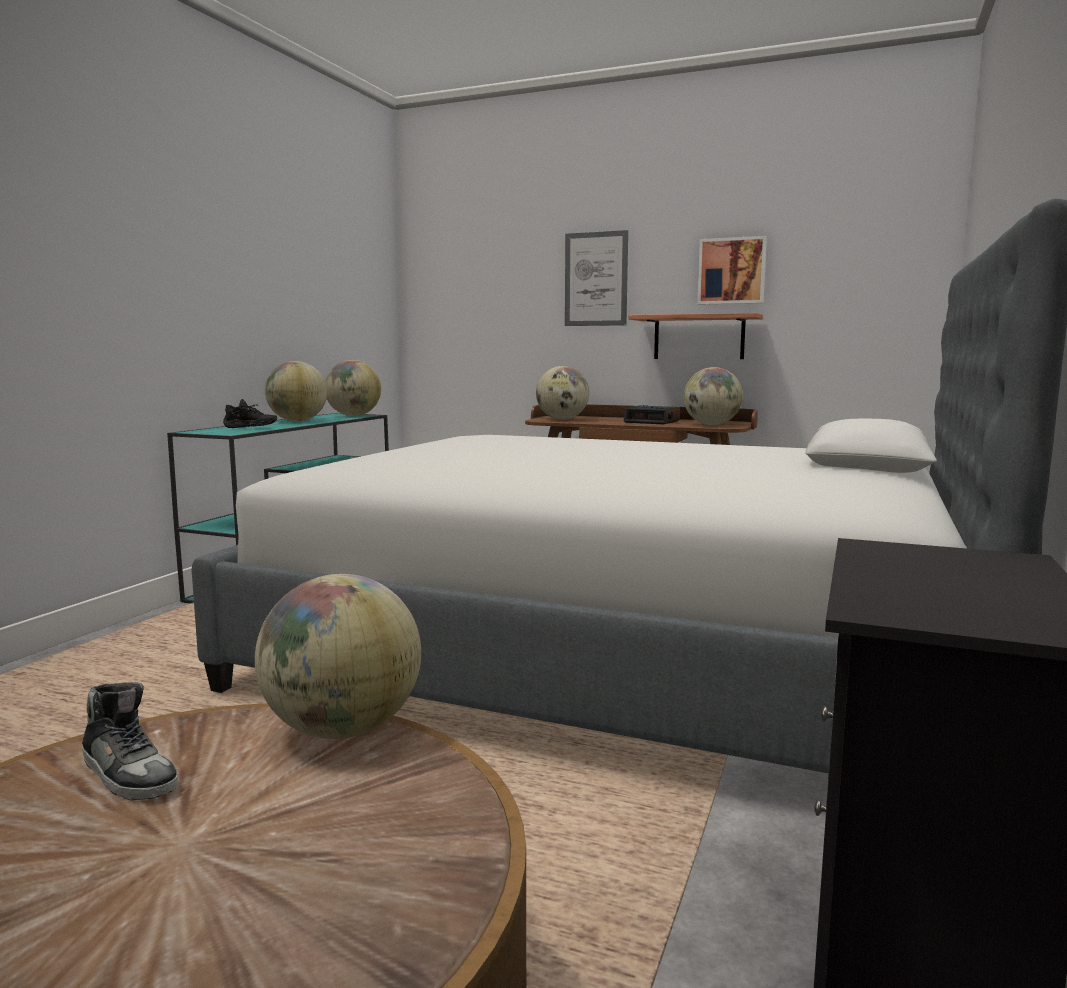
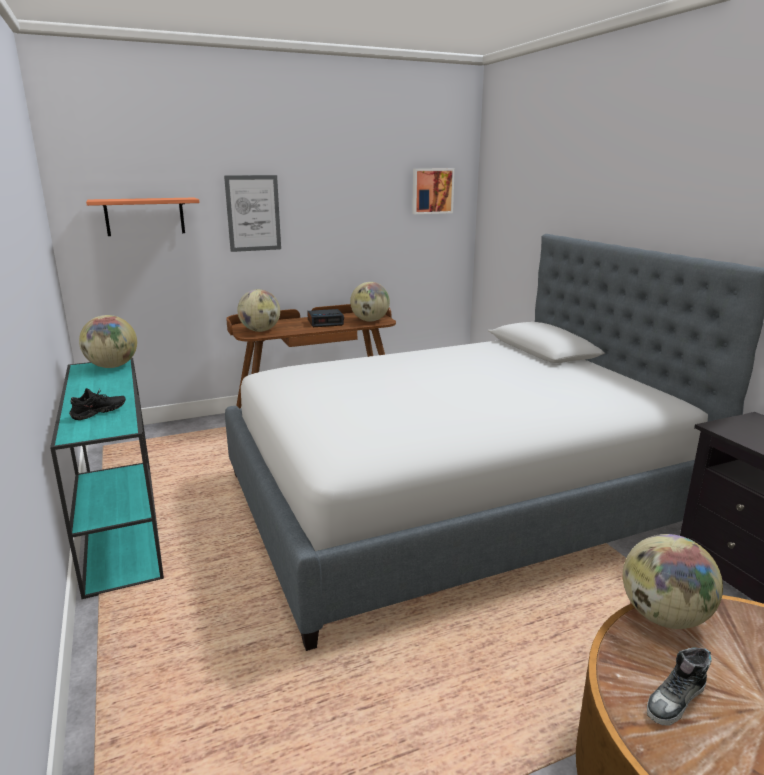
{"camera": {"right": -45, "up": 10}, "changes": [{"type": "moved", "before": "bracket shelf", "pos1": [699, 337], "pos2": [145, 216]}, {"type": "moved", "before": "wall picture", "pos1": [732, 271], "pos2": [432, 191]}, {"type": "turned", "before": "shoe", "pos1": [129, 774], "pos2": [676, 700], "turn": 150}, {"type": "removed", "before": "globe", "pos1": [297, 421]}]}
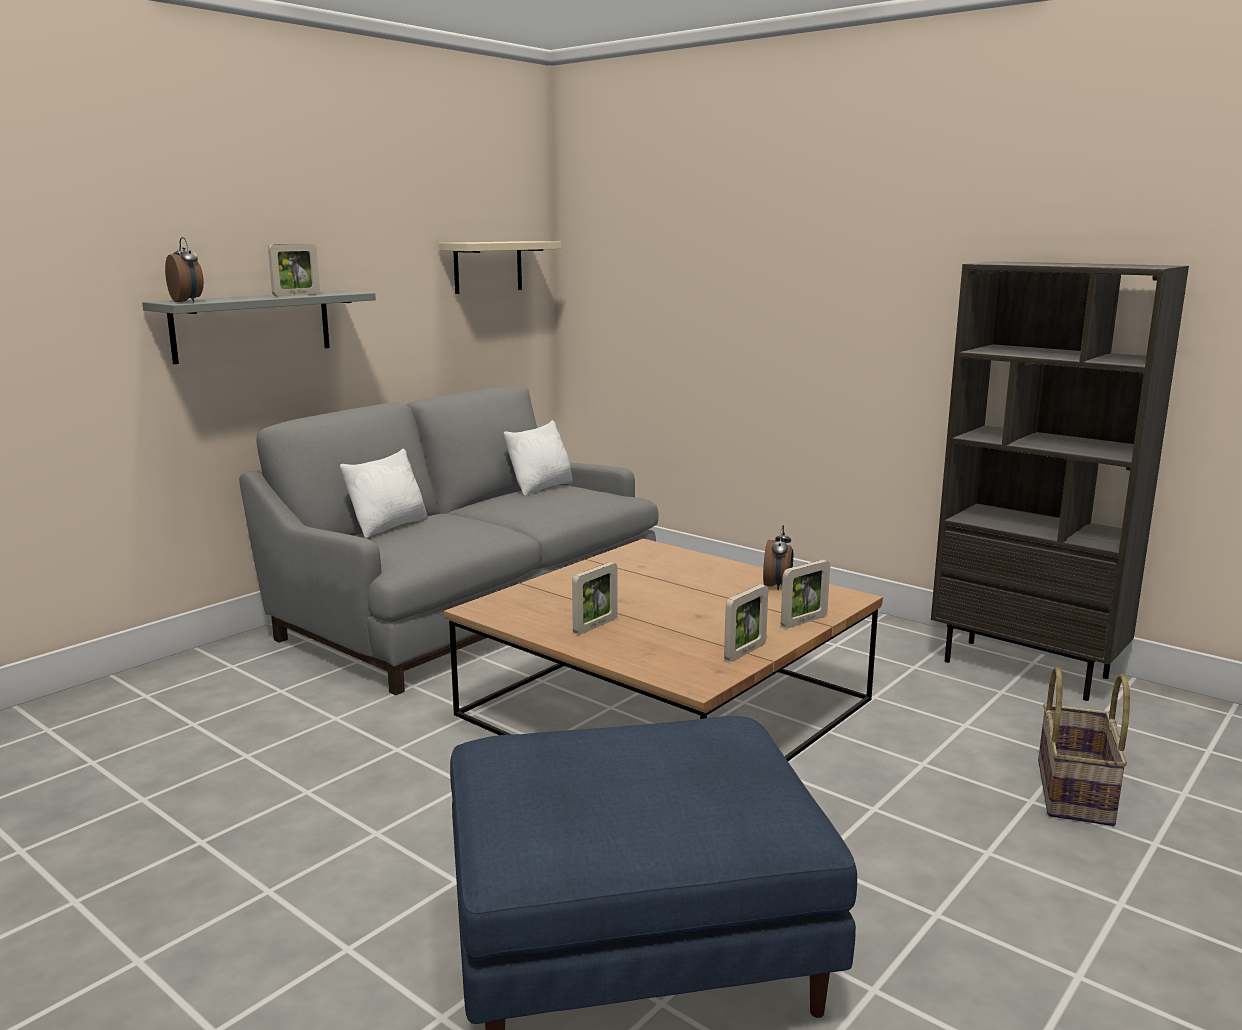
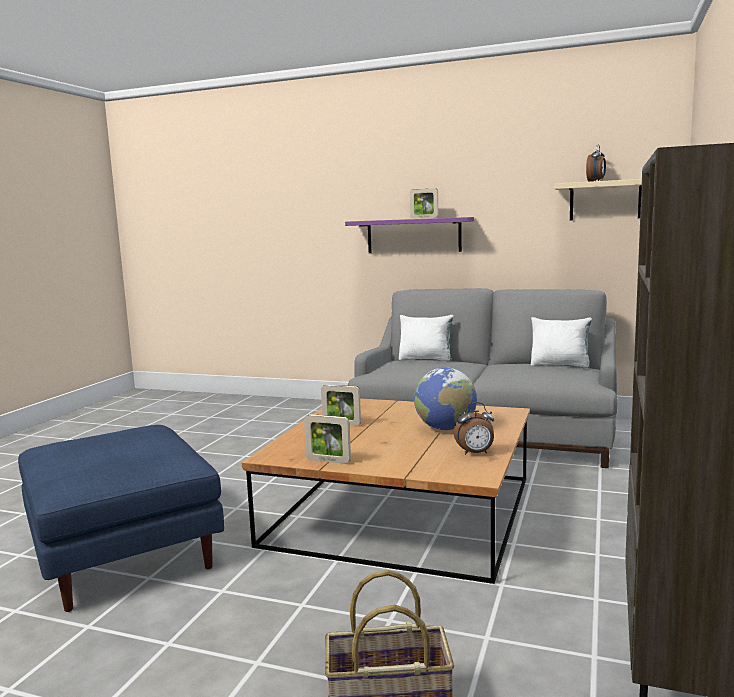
{"camera": {"right": 70, "up": -5}, "changes": [{"type": "recoloured", "before": "greyish bracket shelf", "after": "purple bracket shelf", "pos1": [252, 325], "pos2": [413, 235]}, {"type": "added", "after": "globe", "pos2": [445, 428]}, {"type": "moved", "before": "table clock", "pos1": [188, 301], "pos2": [596, 181]}, {"type": "removed", "before": "standing frame", "pos1": [804, 621]}]}
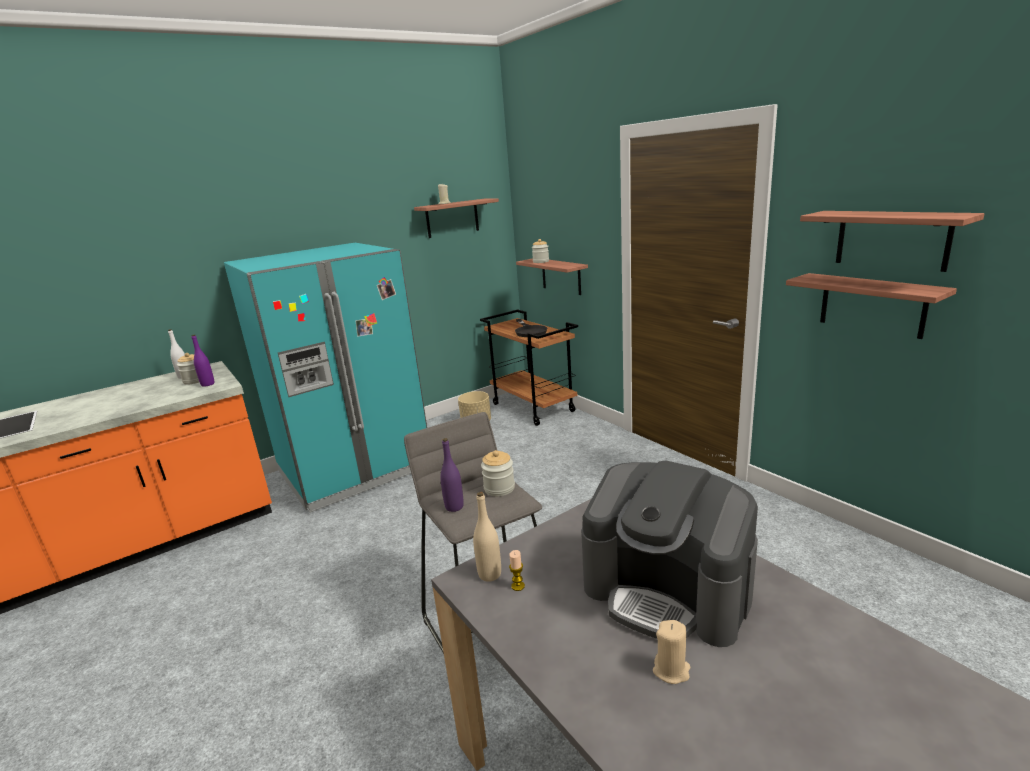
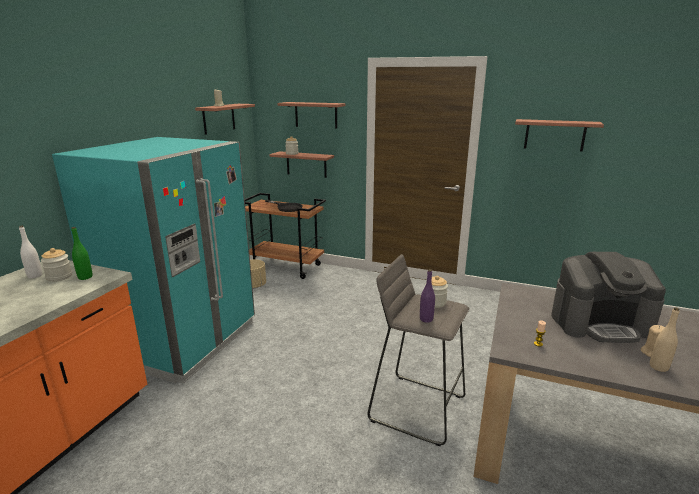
{"camera": {"right": -35, "up": 0}, "changes": [{"type": "recoloured", "before": "purple beverage bottle", "after": "green-coloured beverage bottle", "pos1": [208, 384], "pos2": [85, 277]}, {"type": "moved", "before": "bracket shelf", "pos1": [872, 305], "pos2": [316, 115]}, {"type": "moved", "before": "beige-coloured beverage bottle", "pos1": [489, 574], "pos2": [658, 367]}]}
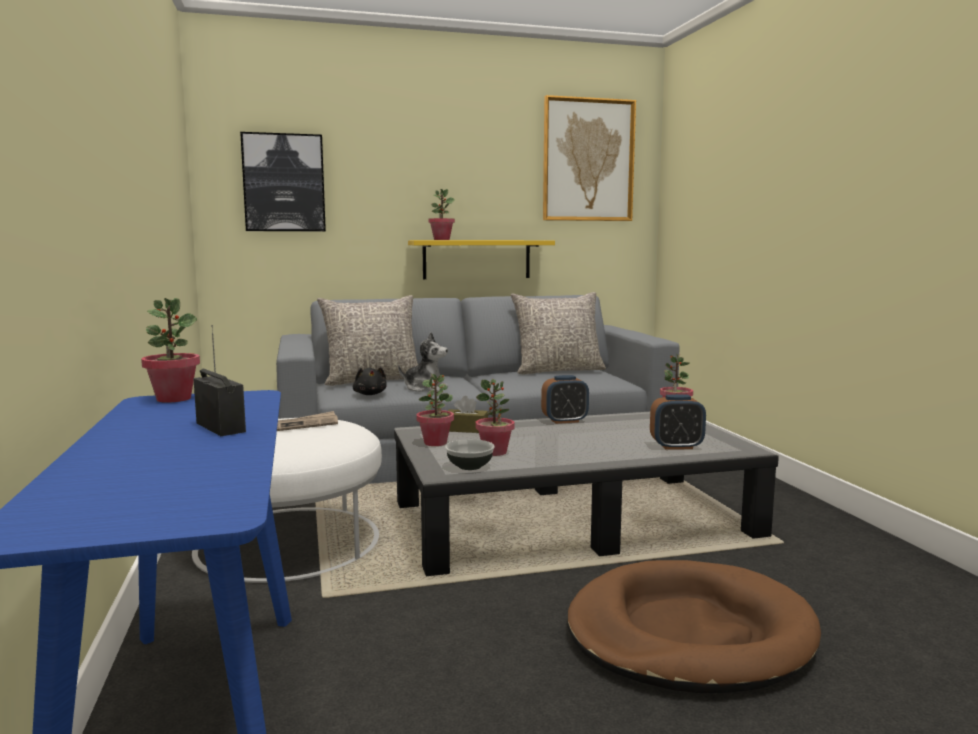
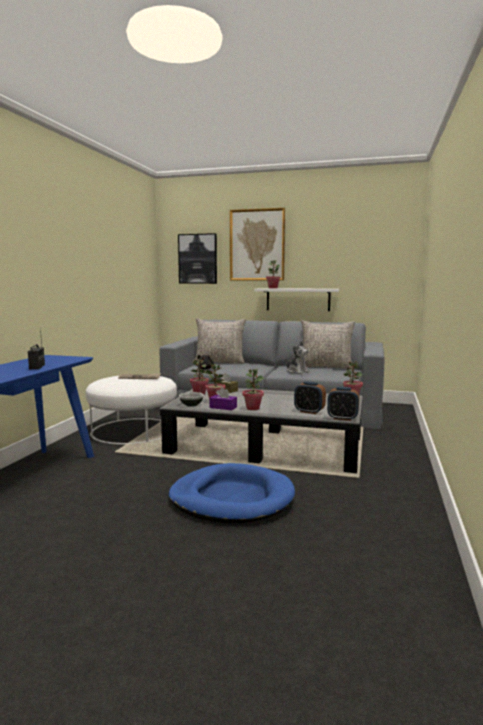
{"camera": {"right": 30, "up": 0}, "changes": [{"type": "recoloured", "before": "brown-coloured dog cushion", "after": "blue dog cushion", "pos1": [688, 633], "pos2": [232, 498]}, {"type": "added", "after": "purple box of tissues", "pos2": [223, 407]}, {"type": "moved", "before": "wall picture", "pos1": [588, 160], "pos2": [257, 245]}, {"type": "moved", "before": "houseplant", "pos1": [173, 399], "pos2": [253, 408]}, {"type": "recoloured", "before": "yellowish bracket shelf", "after": "white-coloured bracket shelf", "pos1": [476, 259], "pos2": [298, 299]}, {"type": "moved", "before": "soft toy", "pos1": [425, 388], "pos2": [297, 371]}, {"type": "moved", "before": "table clock", "pos1": [564, 421], "pos2": [342, 418]}]}
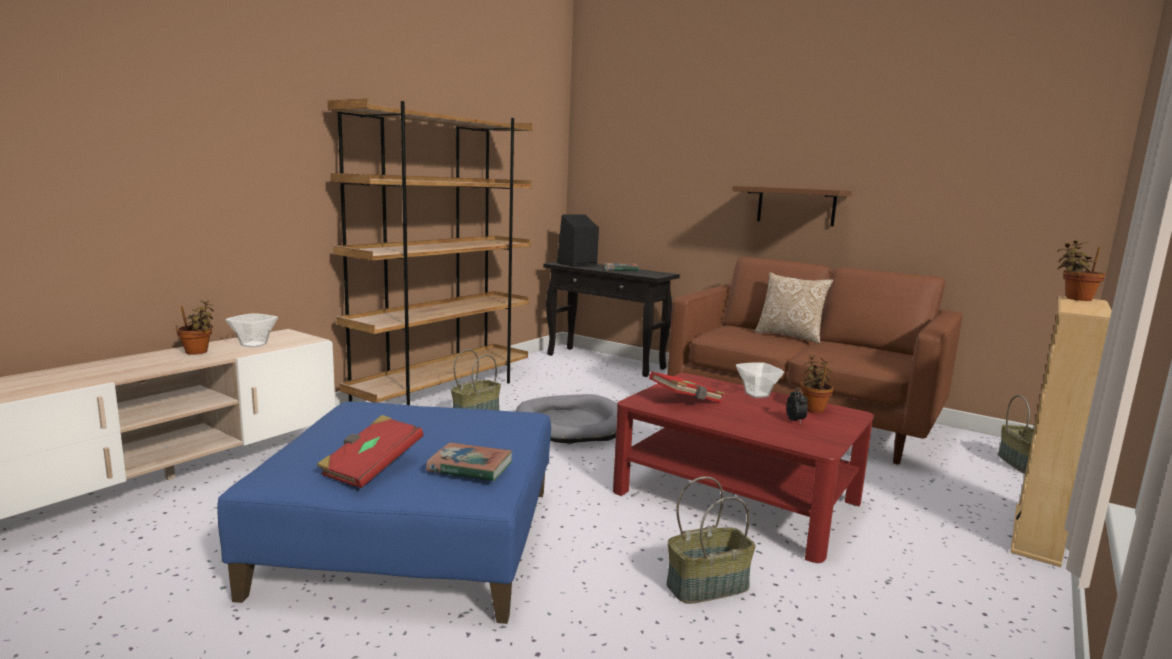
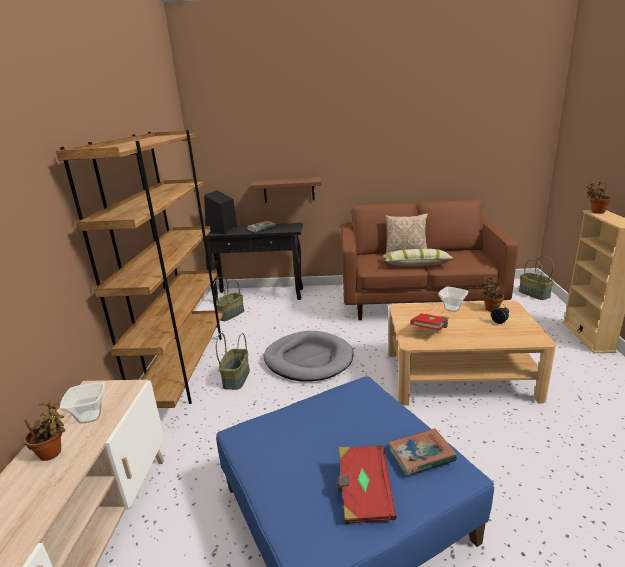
{"camera": {"right": -30, "up": 10}, "changes": [{"type": "moved", "before": "basket", "pos1": [707, 585], "pos2": [230, 314]}, {"type": "moved", "before": "brown-coloured bracket shelf", "pos1": [796, 206], "pos2": [288, 190]}, {"type": "added", "after": "throw pillow", "pos2": [417, 264]}, {"type": "recoloured", "before": "red lounge table", "after": "beige-coloured lounge table", "pos1": [736, 496], "pos2": [459, 375]}]}
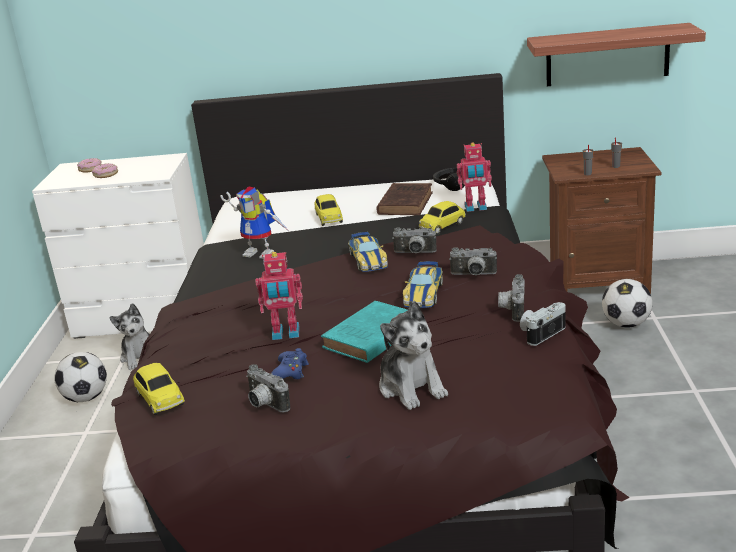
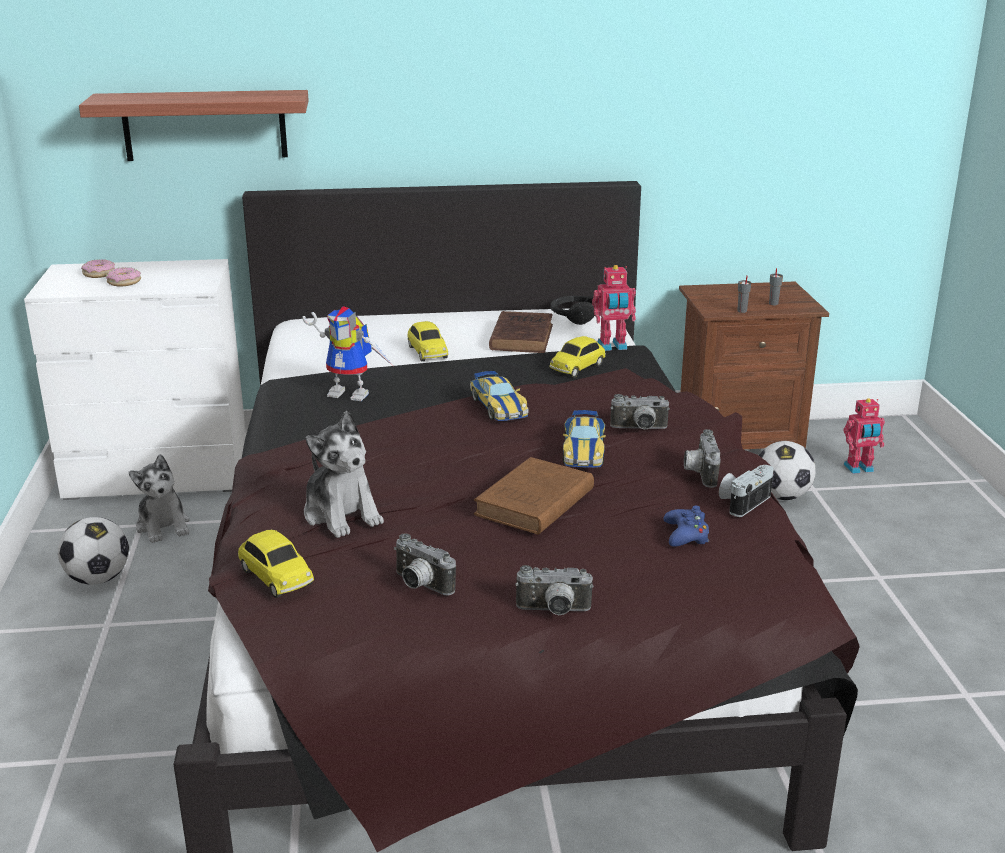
{"camera": {"right": -10, "up": 0}, "changes": [{"type": "moved", "before": "bracket shelf", "pos1": [607, 55], "pos2": [204, 125]}, {"type": "moved", "before": "soft toy", "pos1": [411, 387], "pos2": [342, 514]}, {"type": "recoloured", "before": "blue-green book", "after": "brown-coloured book", "pos1": [370, 338], "pos2": [533, 504]}, {"type": "moved", "before": "still camera", "pos1": [414, 253], "pos2": [553, 612]}, {"type": "moved", "before": "blue joypad", "pos1": [290, 372], "pos2": [686, 535]}, {"type": "moved", "before": "toy robot", "pos1": [286, 334], "pos2": [859, 469]}]}
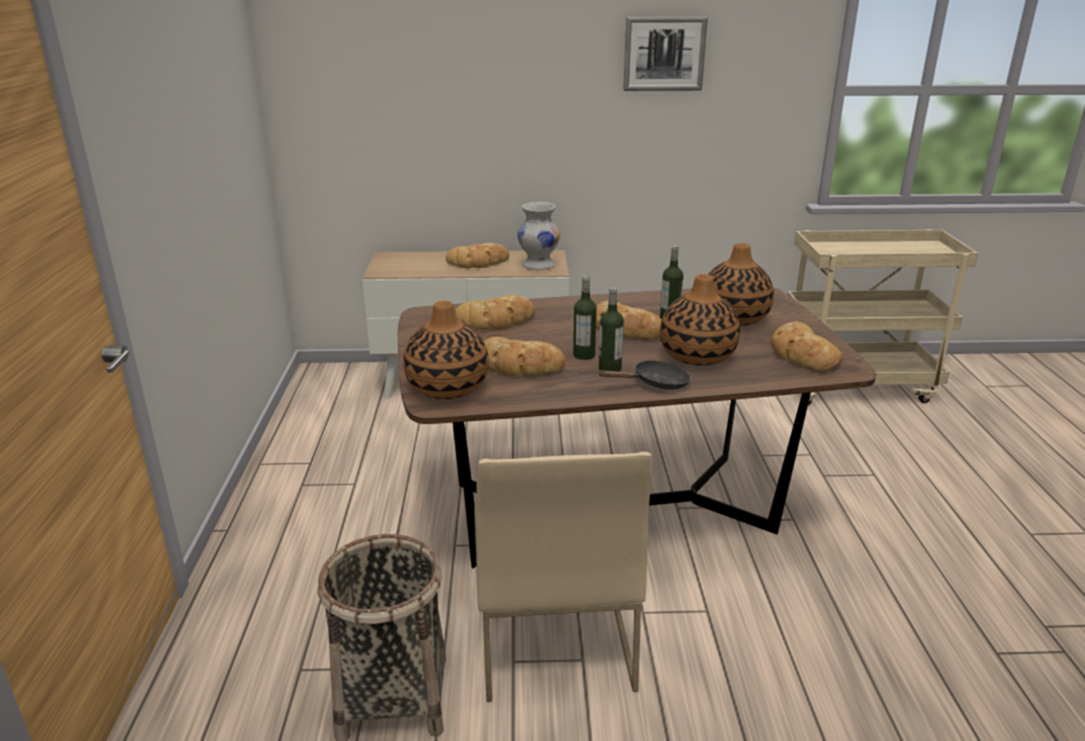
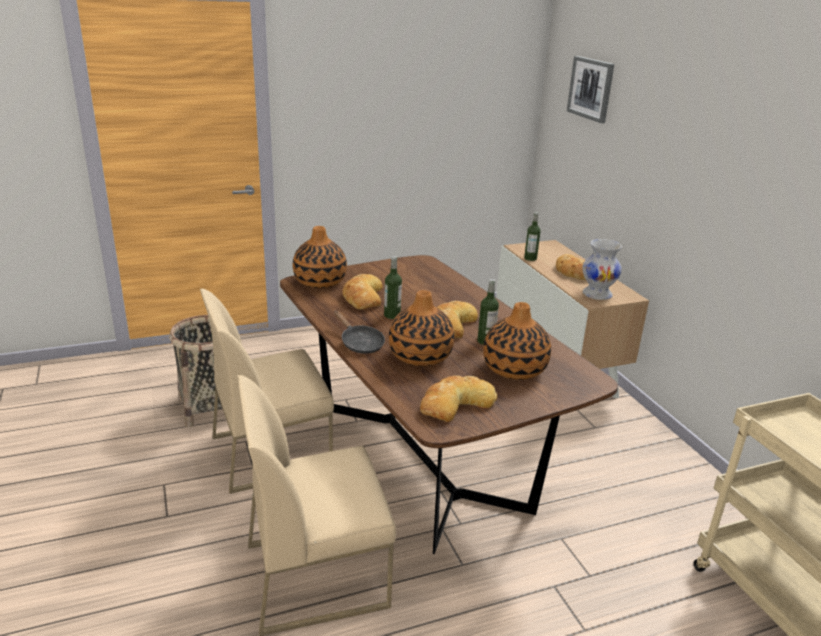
{"camera": {"right": 70, "up": 0}, "changes": [{"type": "added", "after": "beige-coloured plain chair", "pos2": [317, 574]}, {"type": "moved", "before": "beverage bottle", "pos1": [610, 369], "pos2": [530, 258]}, {"type": "moved", "before": "wall picture", "pos1": [664, 54], "pos2": [591, 88]}, {"type": "removed", "before": "baked bread", "pos1": [496, 320]}]}
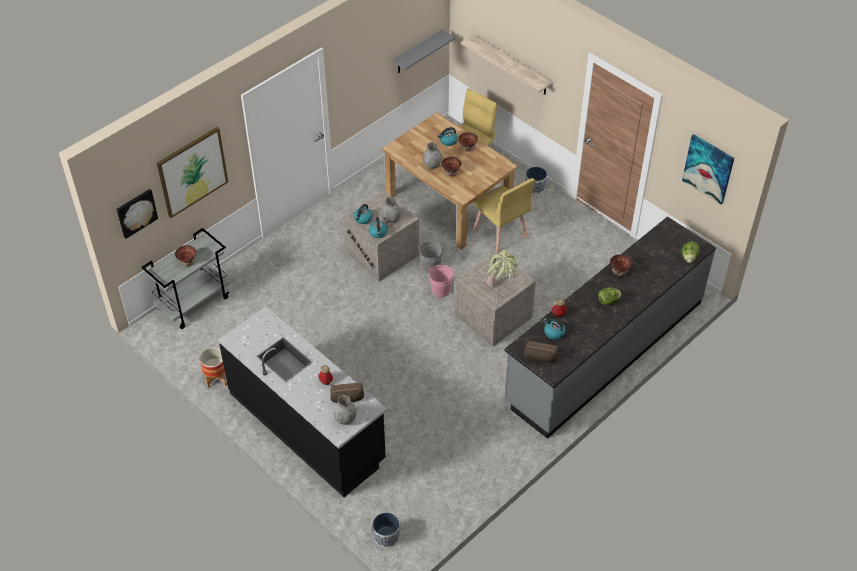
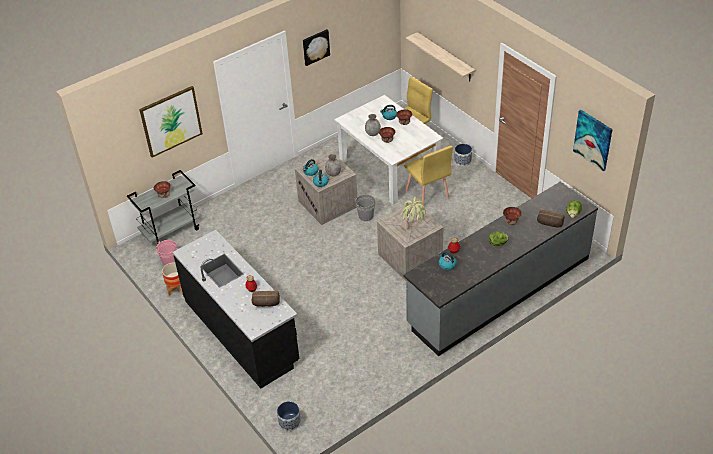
{"camera": {"right": 10, "up": -5}, "changes": [{"type": "moved", "before": "pink-coloured pail", "pos1": [440, 290], "pos2": [170, 261]}, {"type": "moved", "before": "wall picture", "pos1": [136, 212], "pos2": [315, 47]}, {"type": "recoloured", "before": "brown-coloured dinner table", "after": "white-coloured dinner table", "pos1": [449, 203], "pos2": [389, 169]}, {"type": "moved", "before": "baked bread", "pos1": [540, 358], "pos2": [549, 224]}, {"type": "removed", "before": "greyish vase", "pos1": [345, 419]}, {"type": "removed", "before": "greyish bracket shelf", "pos1": [417, 52]}]}
